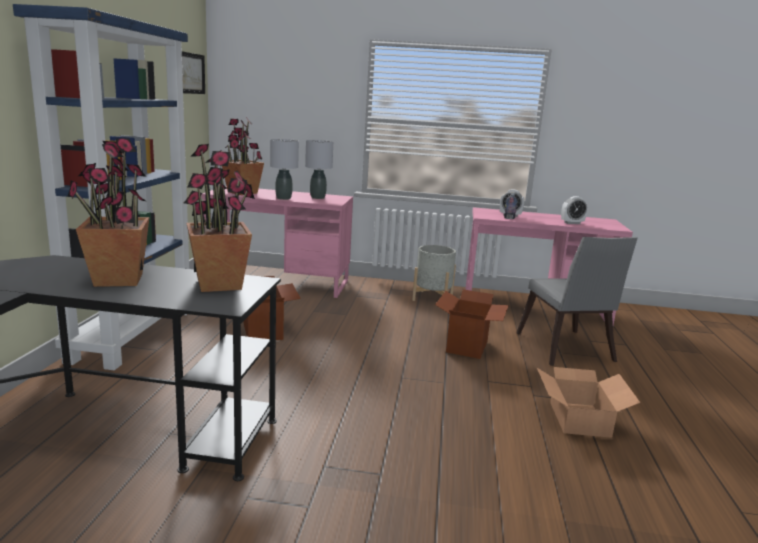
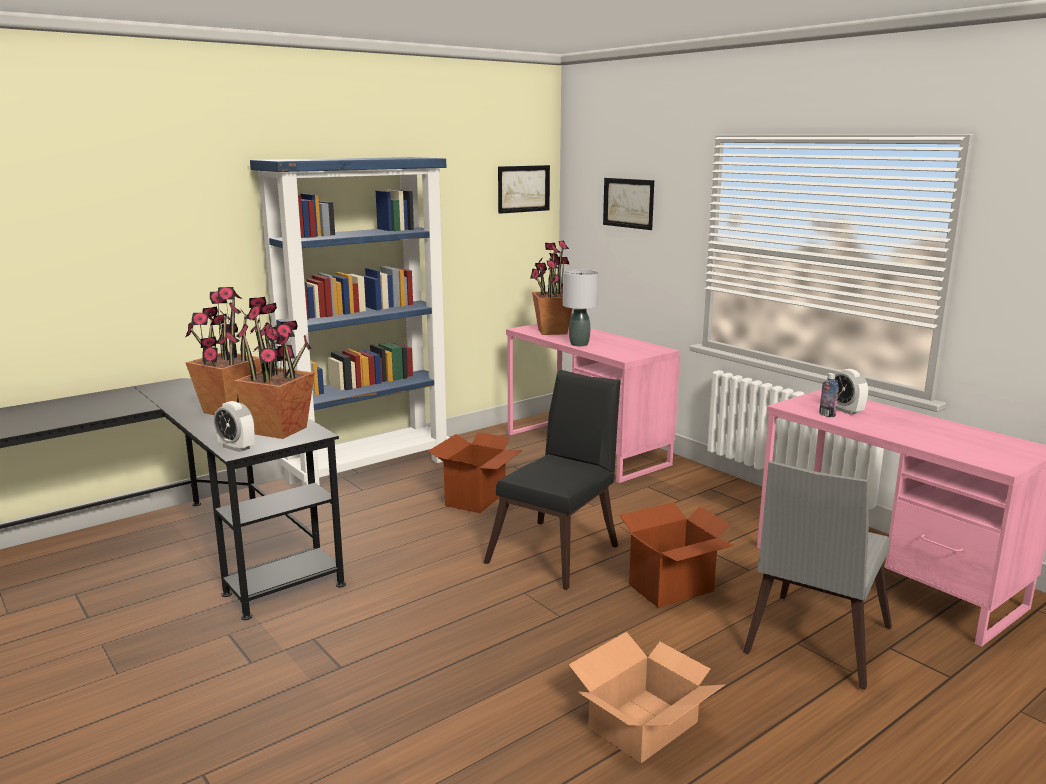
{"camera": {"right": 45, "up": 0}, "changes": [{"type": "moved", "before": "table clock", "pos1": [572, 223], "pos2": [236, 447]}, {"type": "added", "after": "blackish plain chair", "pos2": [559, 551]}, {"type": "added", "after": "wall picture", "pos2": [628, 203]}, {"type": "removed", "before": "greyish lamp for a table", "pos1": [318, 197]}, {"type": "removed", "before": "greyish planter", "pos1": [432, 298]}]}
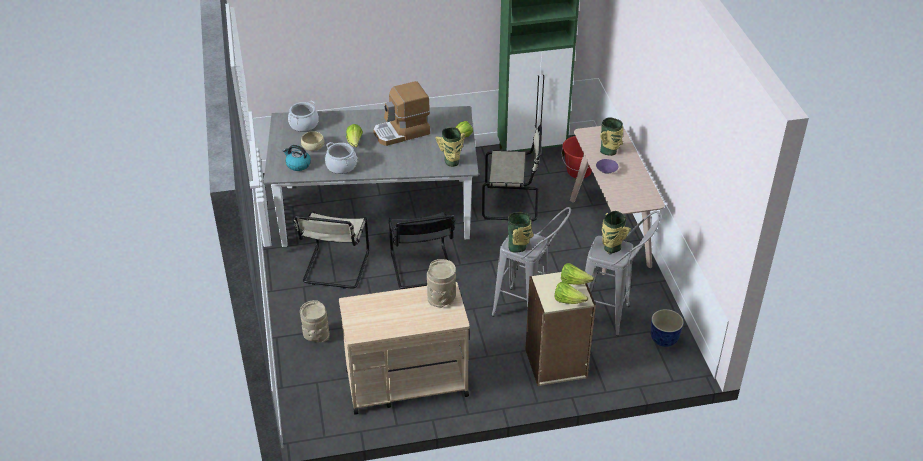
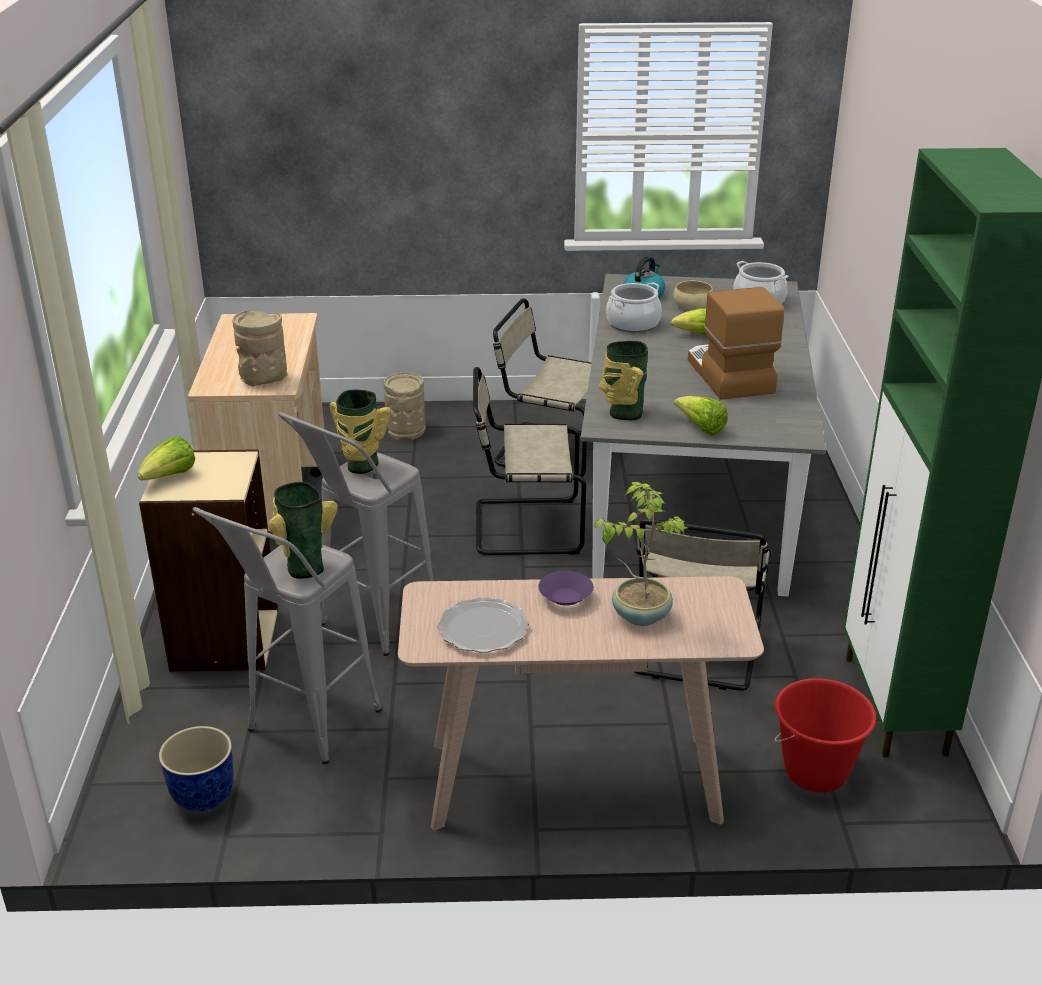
{"camera": {"right": 100, "up": -10}, "changes": [{"type": "added", "after": "flat dish", "pos2": [483, 629]}, {"type": "recoloured", "before": "blackish plain chair", "after": "beige-coloured plain chair", "pos1": [422, 269], "pos2": [523, 527]}, {"type": "replaced", "before": "vase", "after": "houseplant", "pos1": [609, 151], "pos2": [640, 615]}, {"type": "removed", "before": "lettuce head", "pos1": [574, 282]}]}
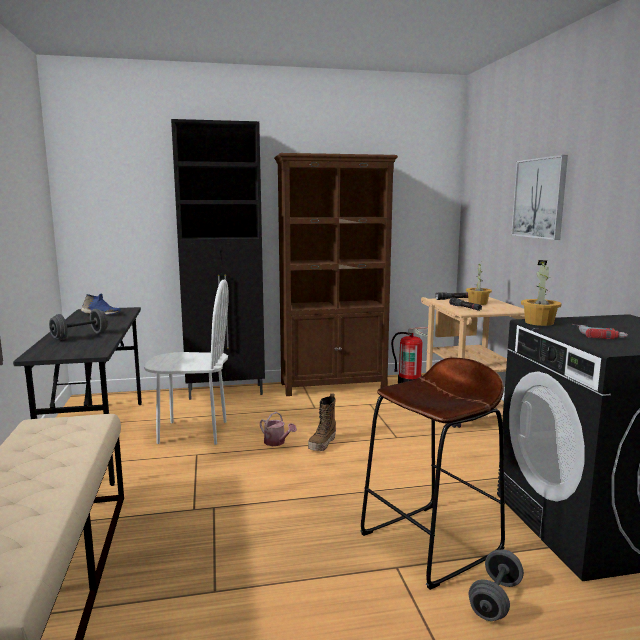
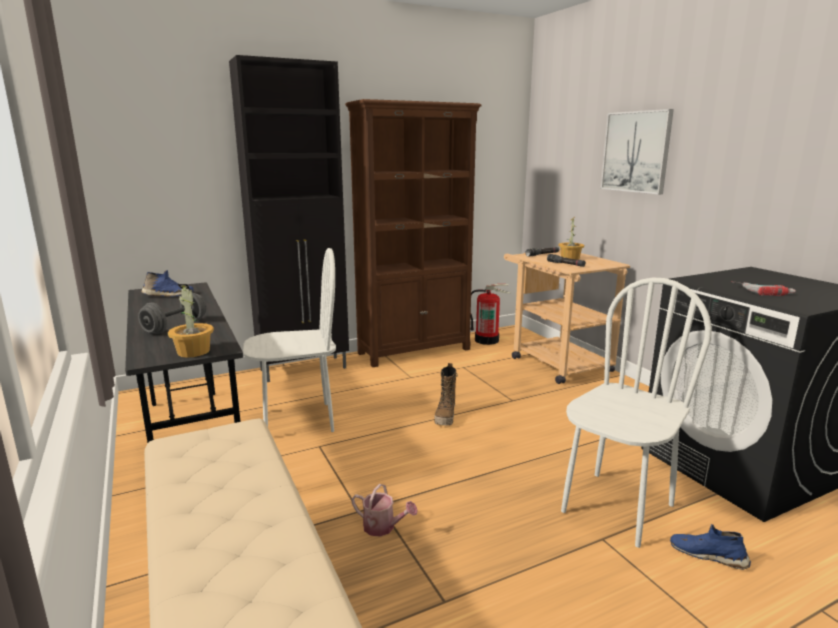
{"camera": {"right": -15, "up": 5}, "changes": [{"type": "moved", "before": "houseplant", "pos1": [539, 322], "pos2": [193, 352]}, {"type": "moved", "before": "watering pot", "pos1": [277, 442], "pos2": [383, 527]}, {"type": "replaced", "before": "brown-coloured stool", "after": "white-coloured plain chair", "pos1": [431, 543], "pos2": [616, 507]}, {"type": "replaced", "before": "greyish dumbbell", "after": "blue shoe", "pos1": [495, 600], "pos2": [707, 555]}]}
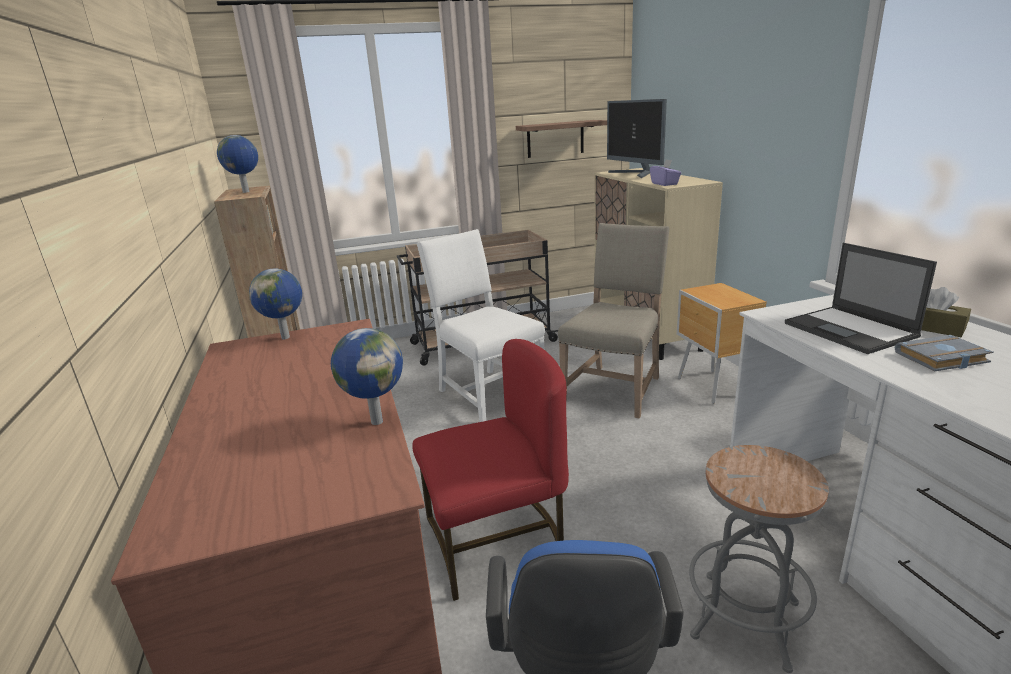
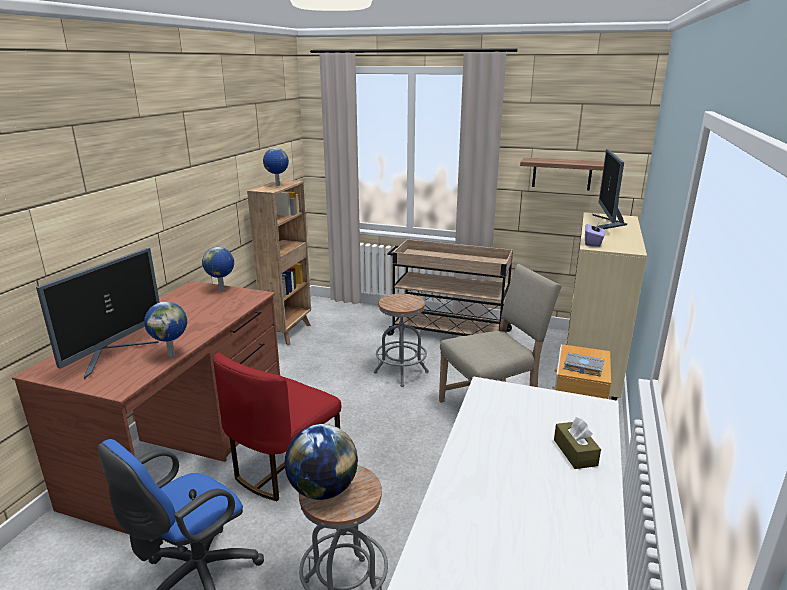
{"camera": {"right": 35, "up": 0}, "changes": [{"type": "added", "after": "computer display", "pos2": [114, 354]}, {"type": "turned", "before": "red plain chair", "pos1": [496, 540], "pos2": [283, 466], "turn": 105}, {"type": "added", "after": "globe", "pos2": [323, 489]}, {"type": "replaced", "before": "white-coloured plain chair", "after": "greyish stool", "pos1": [487, 393], "pos2": [401, 372]}, {"type": "moved", "before": "greyish book", "pos1": [941, 359], "pos2": [582, 367]}, {"type": "removed", "before": "notebook computer", "pos1": [851, 330]}]}
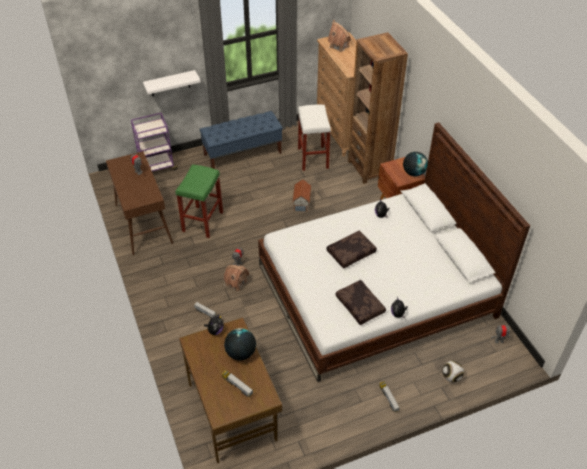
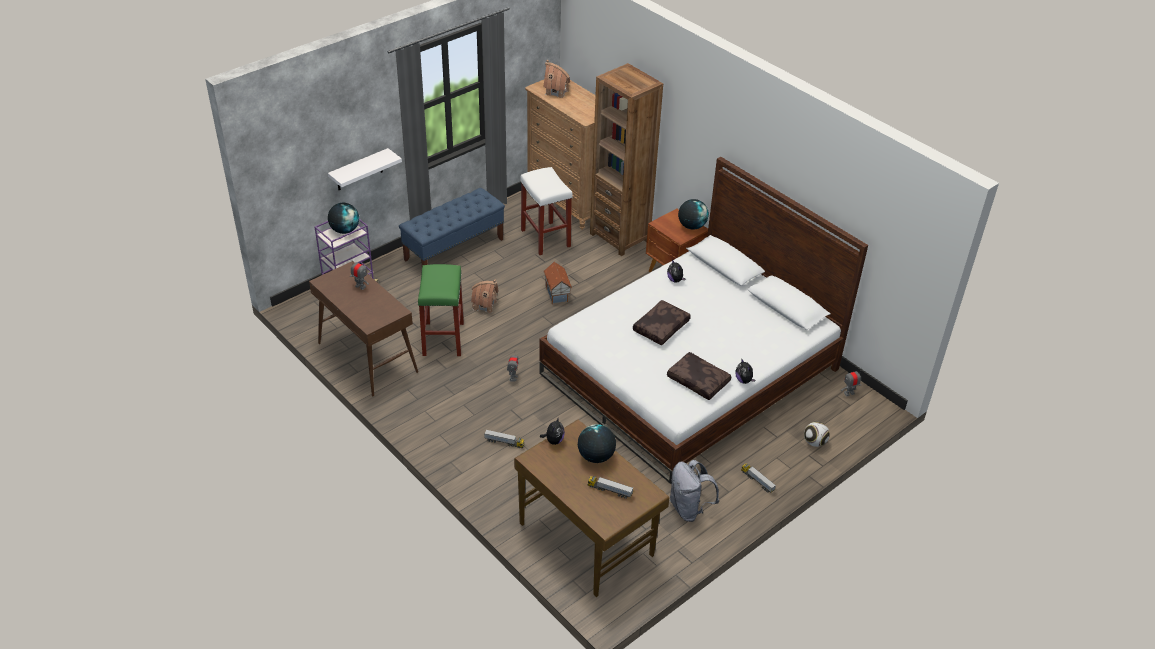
{"camera": {"right": -20, "up": -5}, "changes": [{"type": "added", "after": "globe", "pos2": [345, 230]}, {"type": "moved", "before": "toy house", "pos1": [236, 283], "pos2": [485, 305]}, {"type": "added", "after": "greyish knapsack", "pos2": [689, 509]}]}
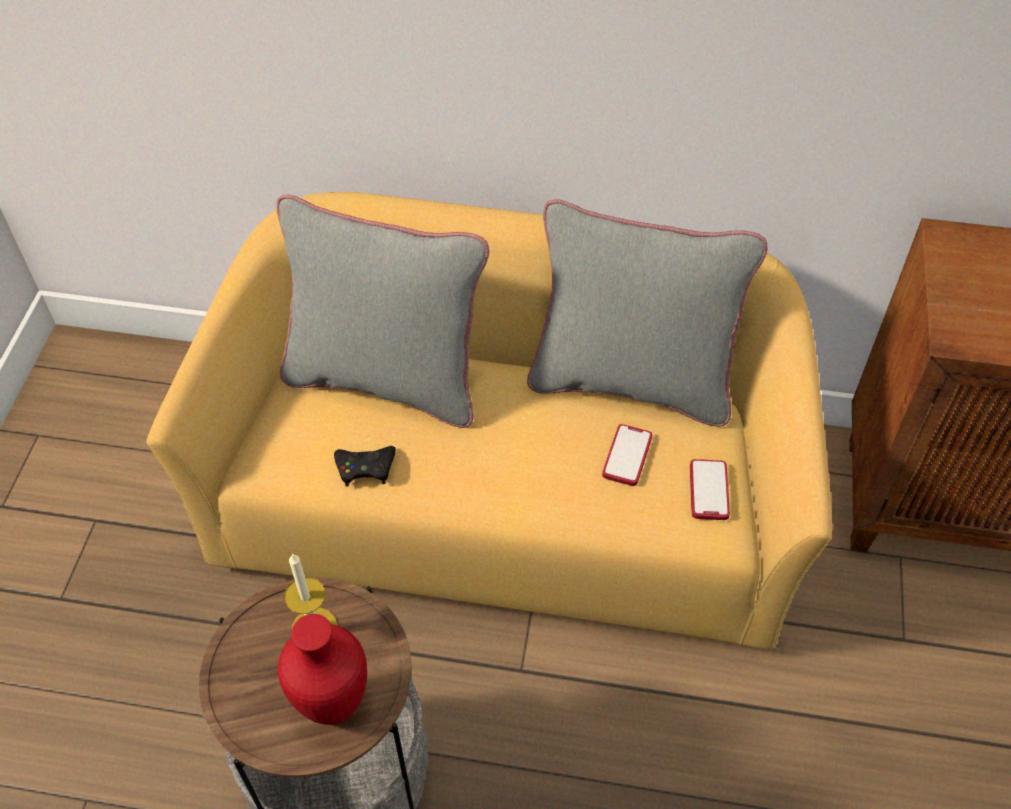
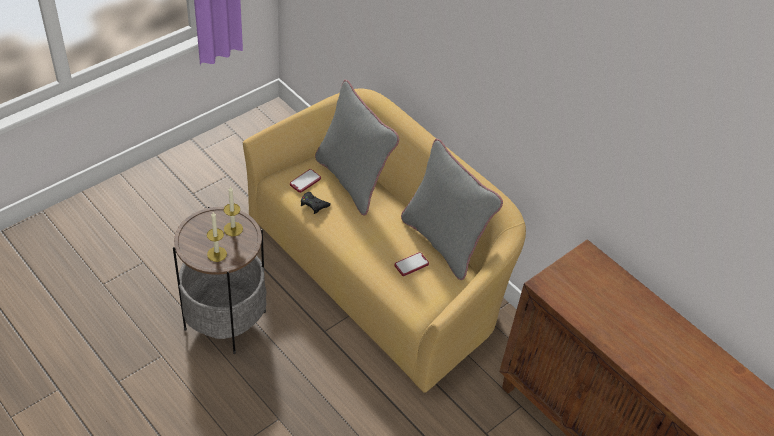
{"camera": {"right": 35, "up": -5}, "changes": [{"type": "replaced", "before": "red vase", "after": "wax candle", "pos1": [337, 705], "pos2": [217, 254]}, {"type": "moved", "before": "telephone", "pos1": [709, 491], "pos2": [305, 181]}]}
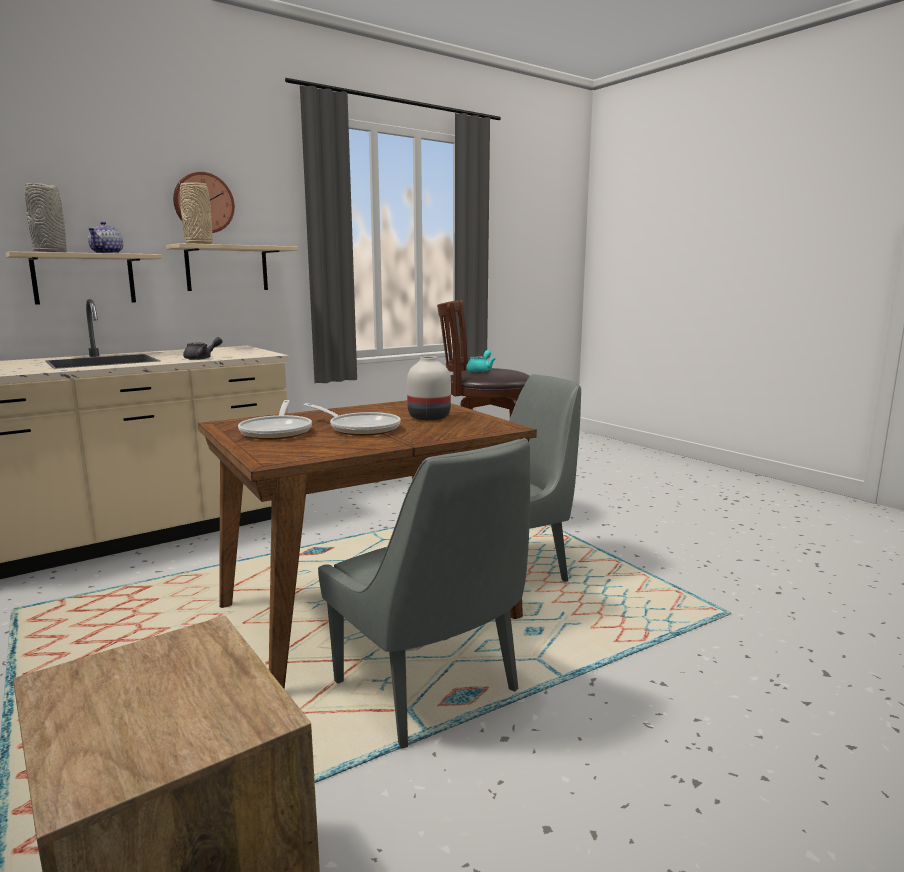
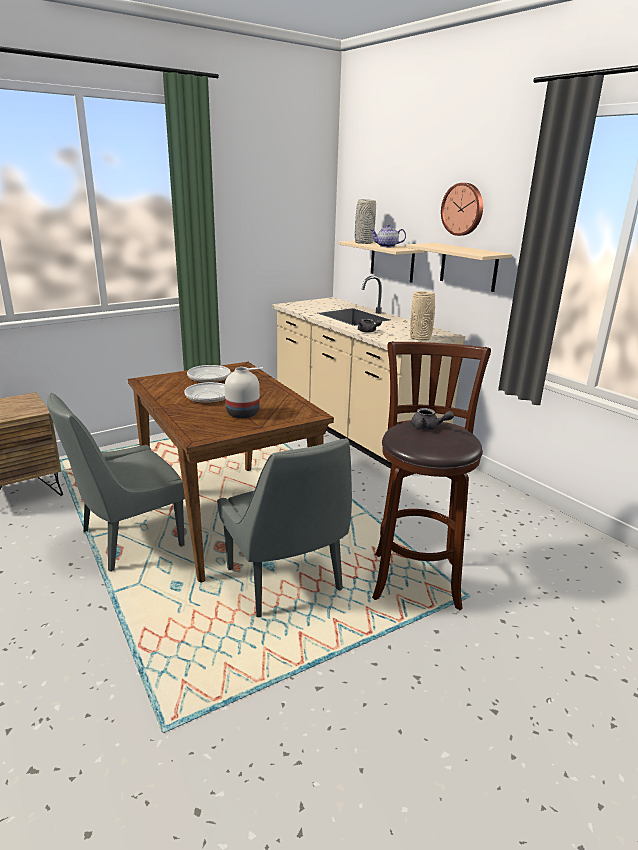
{"camera": {"right": 90, "up": 10}, "changes": [{"type": "moved", "before": "beige-coloured vase", "pos1": [199, 244], "pos2": [421, 338]}, {"type": "recoloured", "before": "blue-green tea pot", "after": "greyish tea pot", "pos1": [480, 371], "pos2": [428, 427]}]}
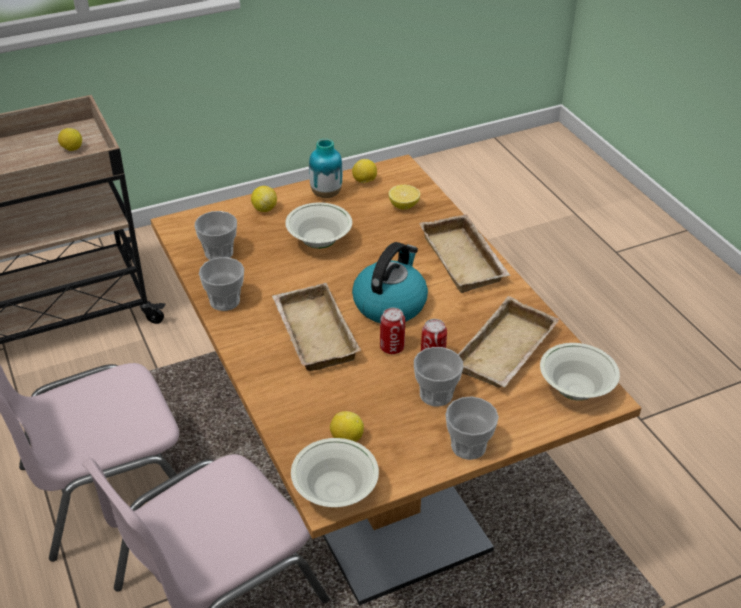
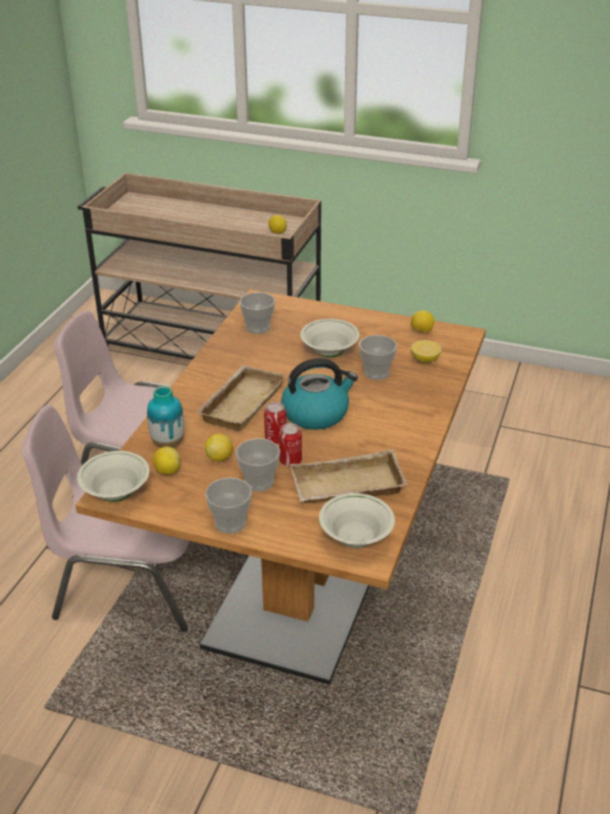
{"camera": {"right": 45, "up": -5}, "changes": [{"type": "moved", "before": "vase", "pos1": [326, 194], "pos2": [168, 443]}, {"type": "moved", "before": "lemon", "pos1": [264, 209], "pos2": [220, 458]}, {"type": "moved", "before": "cup", "pos1": [225, 301], "pos2": [376, 373]}, {"type": "removed", "before": "beige-coloured tray", "pos1": [465, 260]}]}
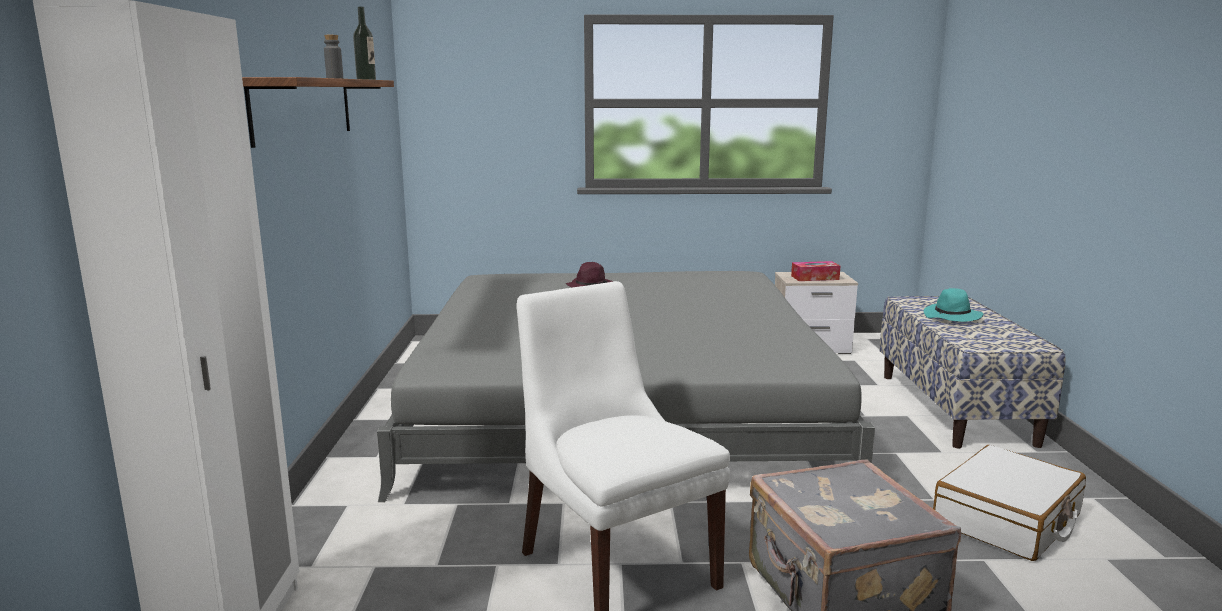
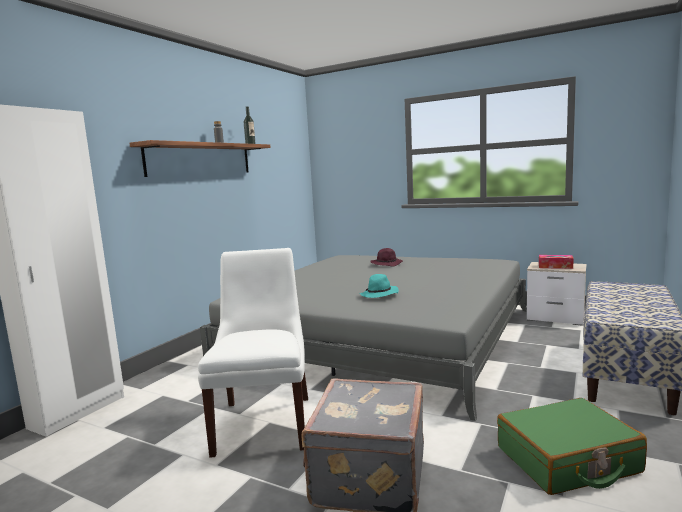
{"camera": {"right": 30, "up": -5}, "changes": [{"type": "moved", "before": "blue-green clothing hat", "pos1": [952, 317], "pos2": [379, 295]}, {"type": "recoloured", "before": "white-coloured piece of luggage", "after": "green-coloured piece of luggage", "pos1": [1007, 520], "pos2": [567, 460]}]}
